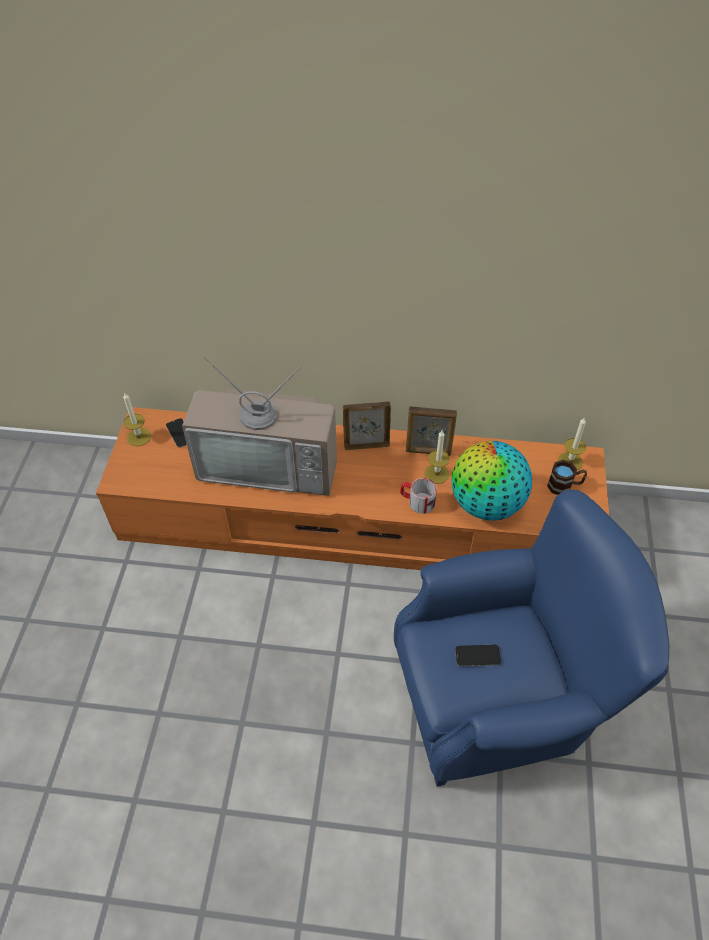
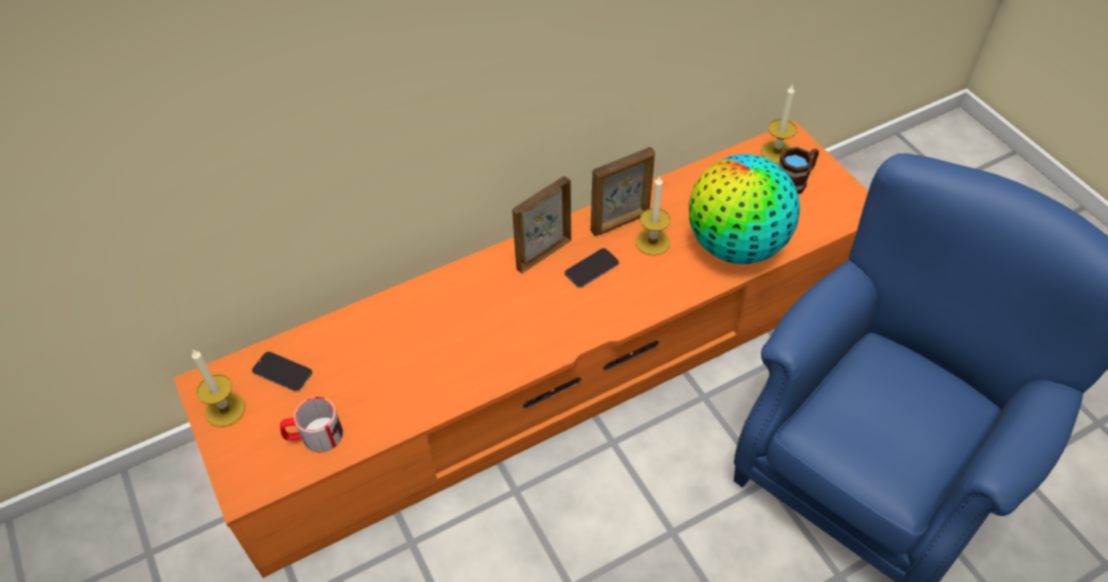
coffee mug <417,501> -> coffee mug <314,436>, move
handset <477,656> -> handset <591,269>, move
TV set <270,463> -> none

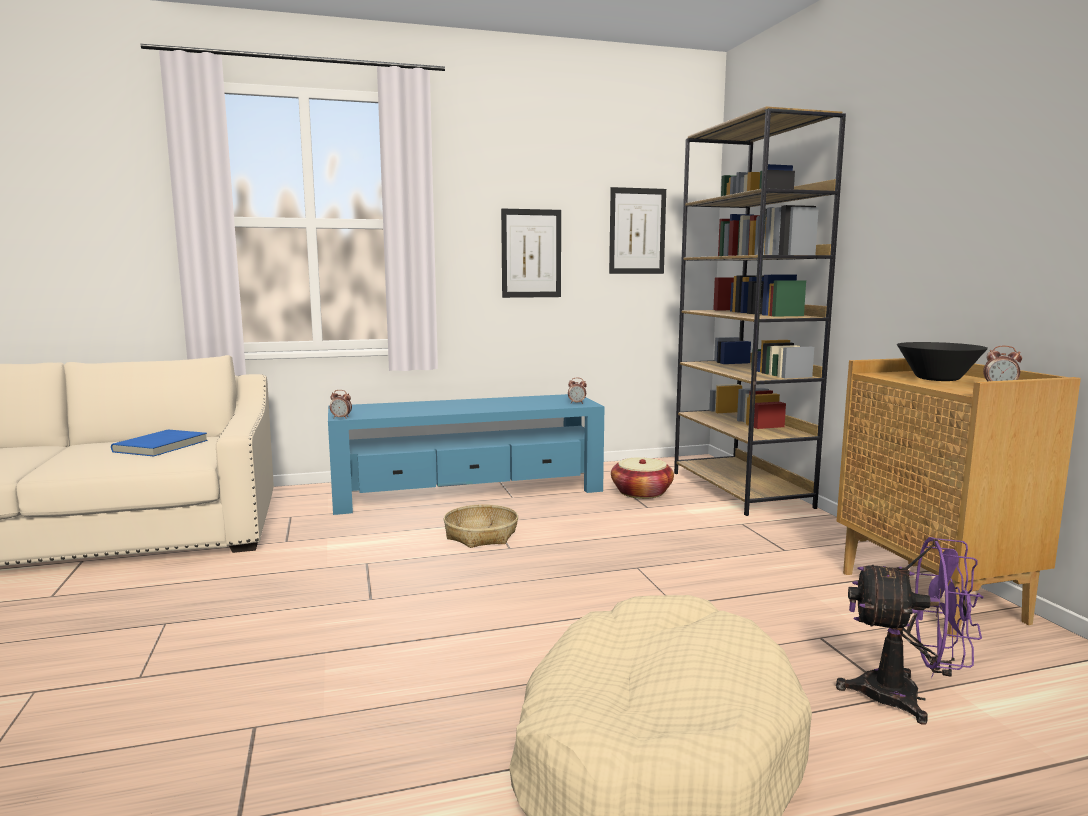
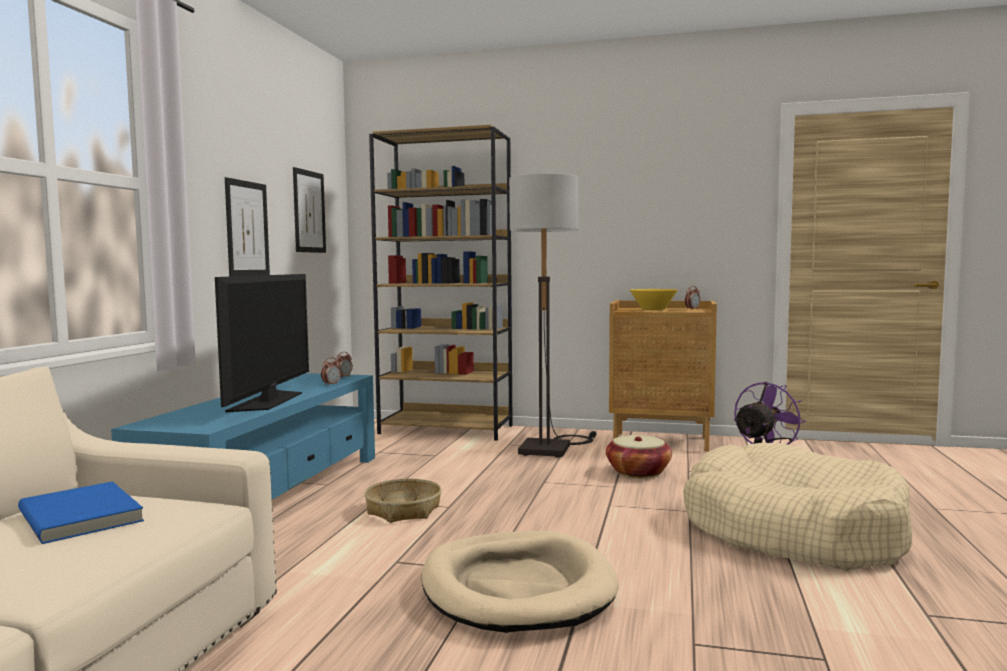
none -> TV set <268,401>
alarm clock <341,418> -> alarm clock <331,384>, move
none -> beige-coloured dog cushion <517,588>
none -> standing lamp <553,448>
basket <641,493> -> basket <638,472>, move
blackish bowl <937,379> -> yellowish bowl <653,309>

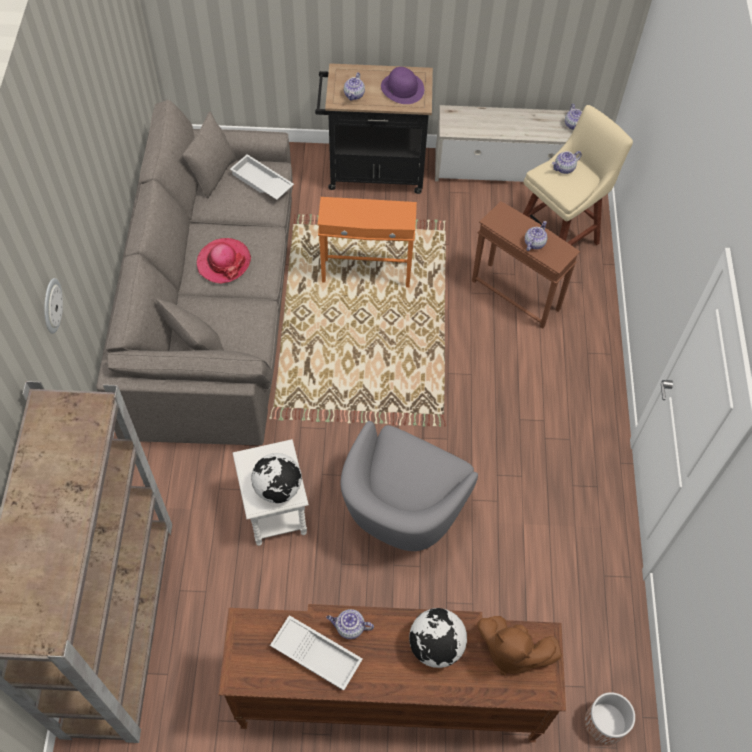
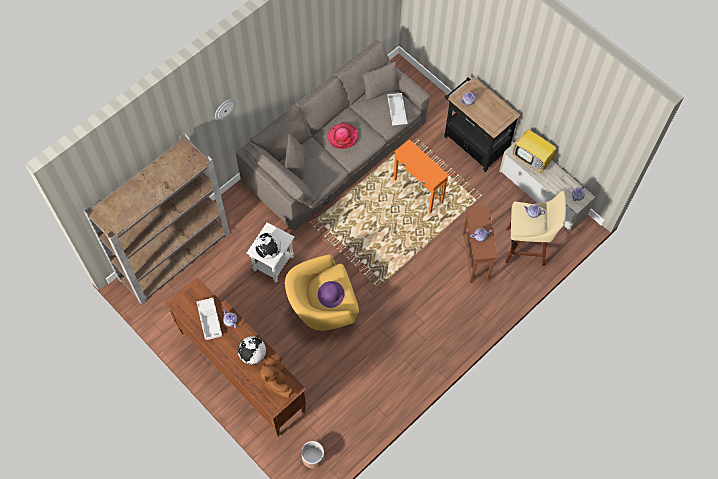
greyish easy chair <402,511> -> yellowish easy chair <323,307>
purple-coloured wearable hat <402,88> -> purple-coloured wearable hat <331,294>, move
none -> TV set <533,159>

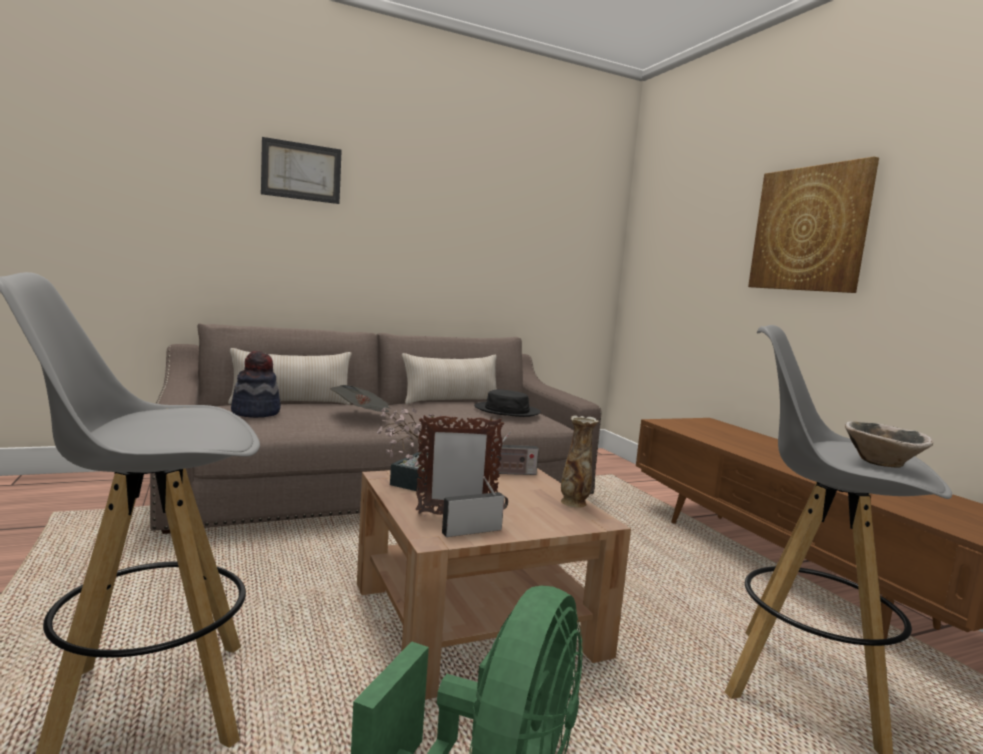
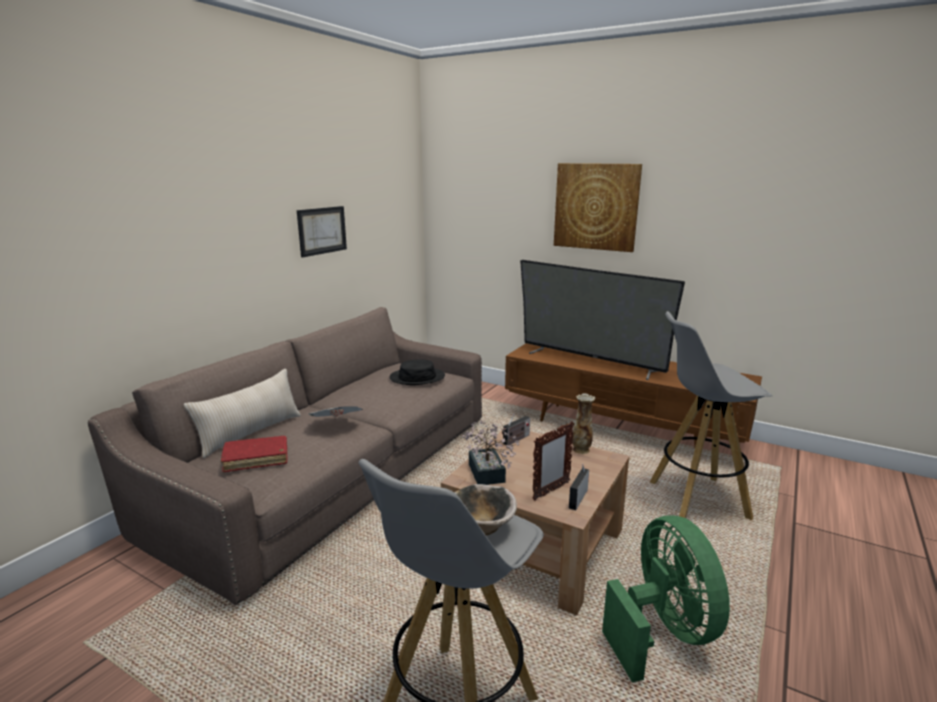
wearable hat <256,412> -> red-coloured bound book <256,459>
picture <301,171> -> picture <322,230>, move
bowl <881,463> -> bowl <483,526>, move
none -> TV set <590,361>
beige-coloured pillow <451,401> -> none

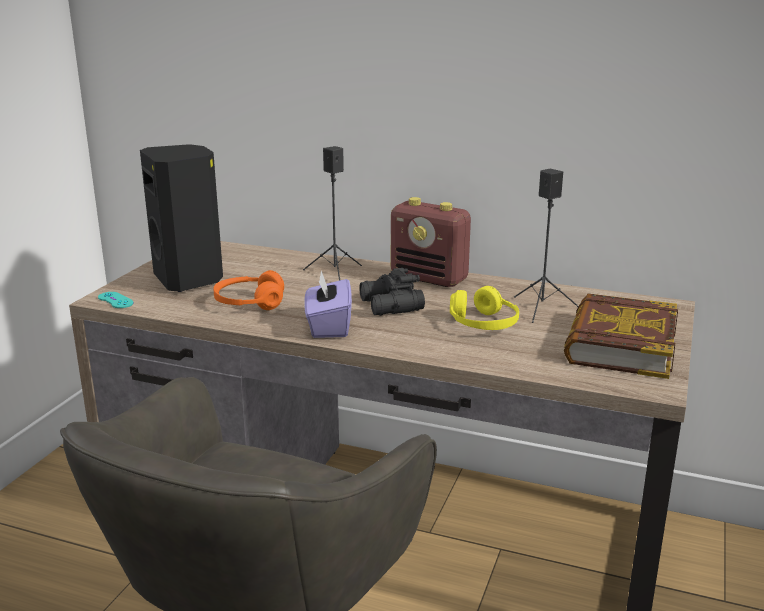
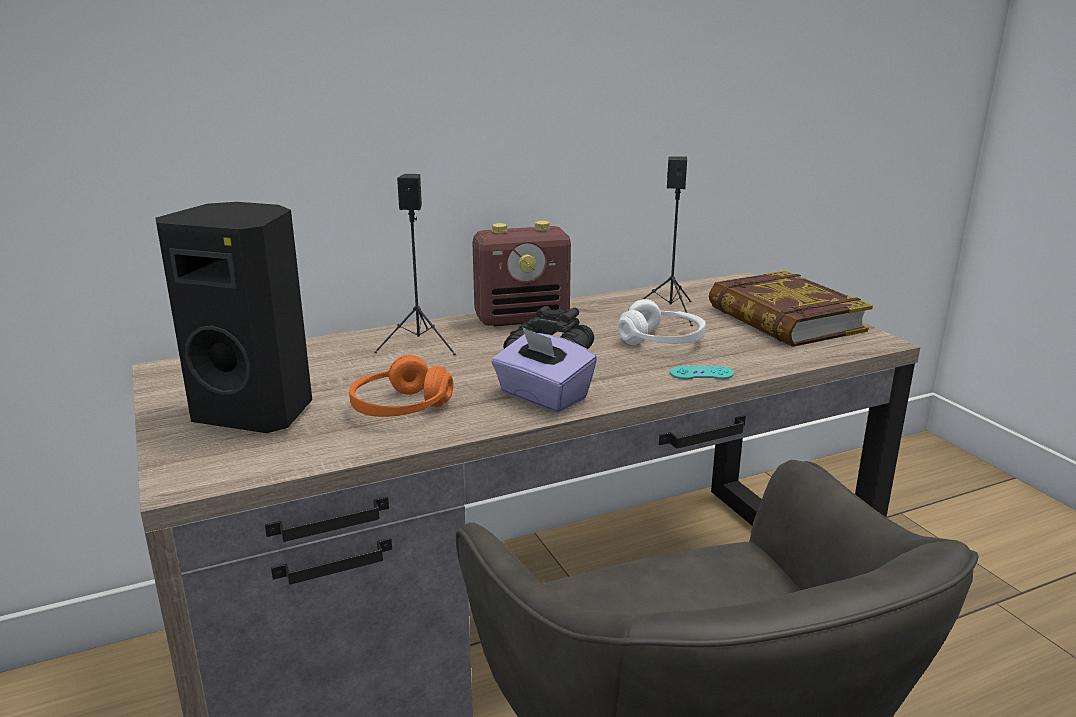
yellowish pair of headphones <483,324> -> whitish pair of headphones <661,341>
blue-green game controller <115,300> -> blue-green game controller <701,373>, move

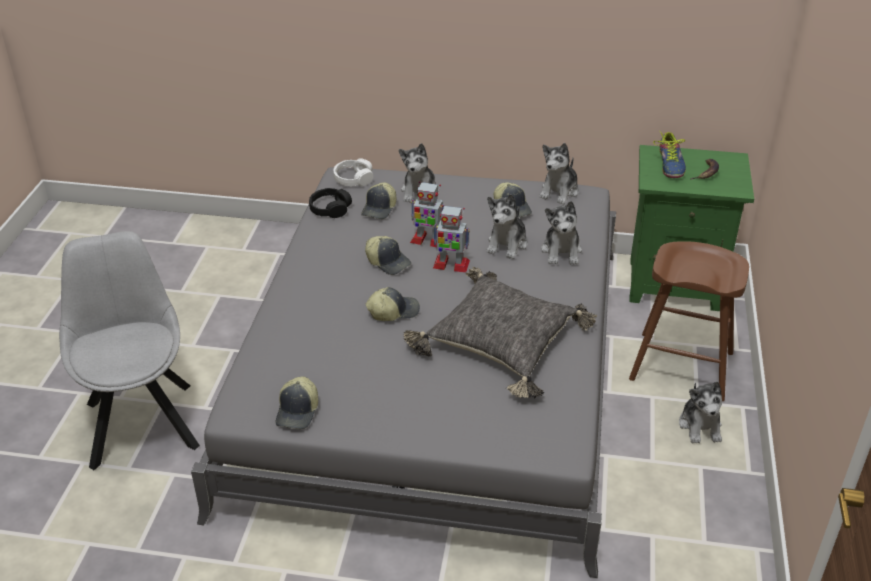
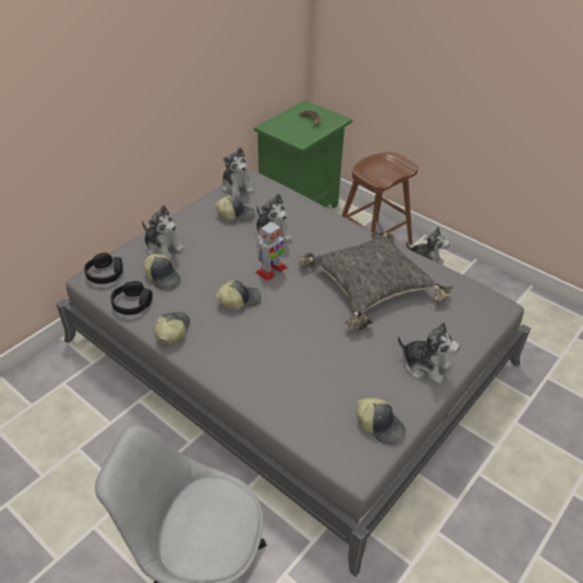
whitish pair of headphones <353,179> -> blackish pair of headphones <105,274>
cap <393,311> -> cap <172,331>, move
soft toy <561,251> -> soft toy <424,365>, move
model robot <428,240> -> none
item of footwear <670,164> -> none

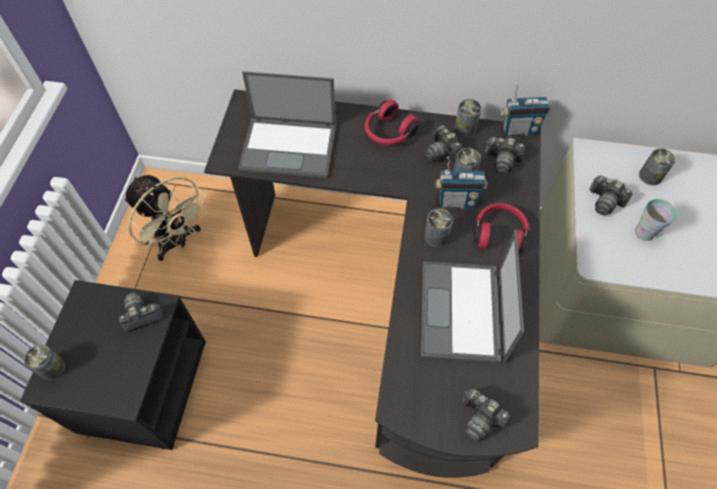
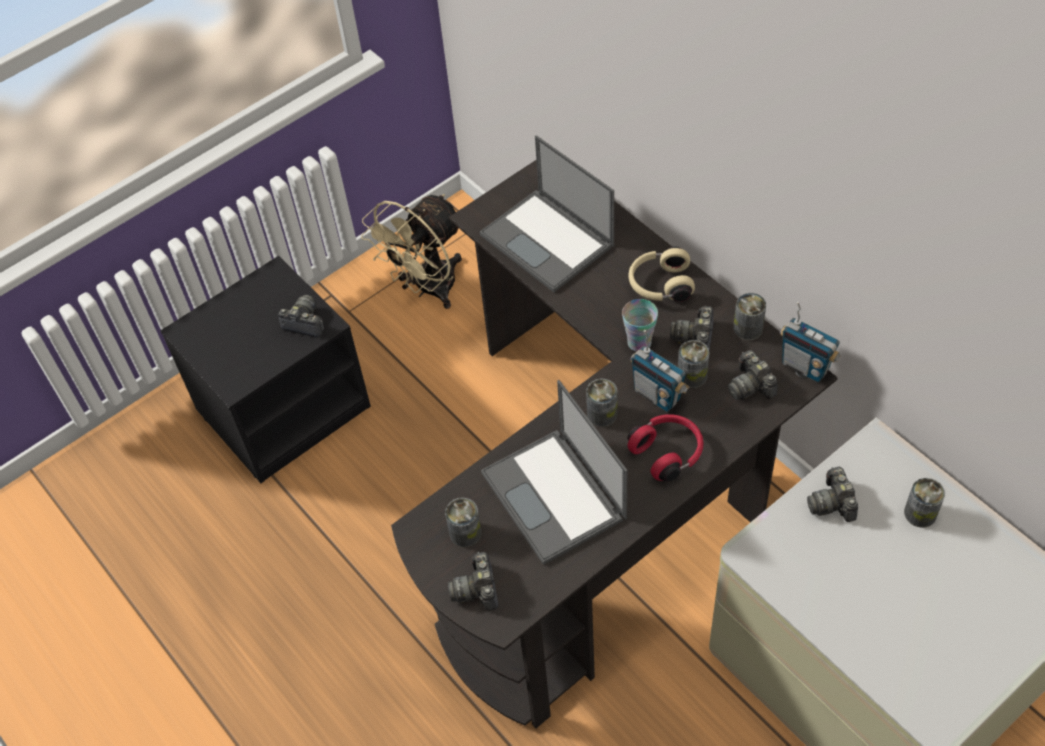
beige-coloured cooling fan <177,241> -> beige-coloured cooling fan <427,289>, 45 degrees clockwise
sealed can <52,368> -> sealed can <465,533>, move
laptop <463,312> -> laptop <555,496>, 75 degrees counterclockwise
drinking cup <644,233> -> drinking cup <639,342>, move
red-coloured pair of headphones <388,133> -> beige-coloured pair of headphones <660,284>

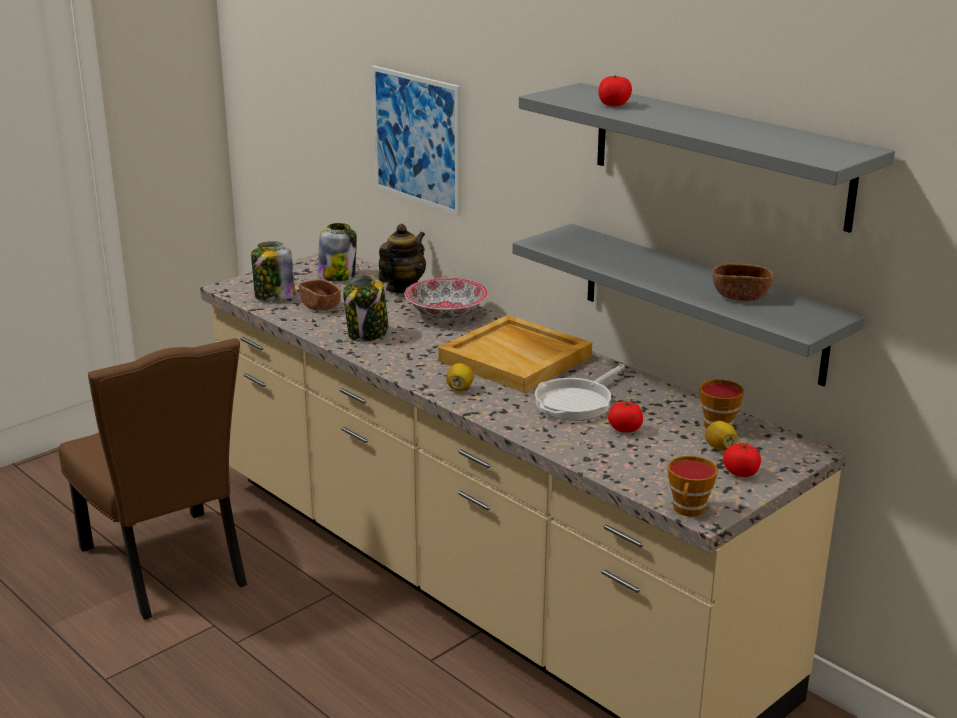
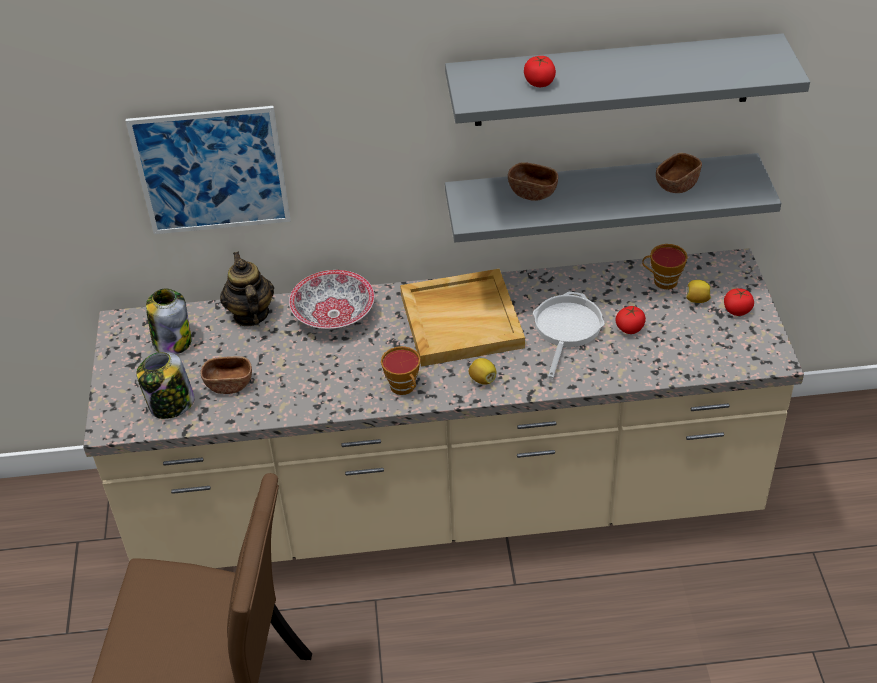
drinking cup <688,510> -> drinking cup <404,387>, move
none -> brown bowl <532,192>
skillet <576,402> -> skillet <566,329>, 150 degrees counterclockwise
storage jar <367,334> -> none

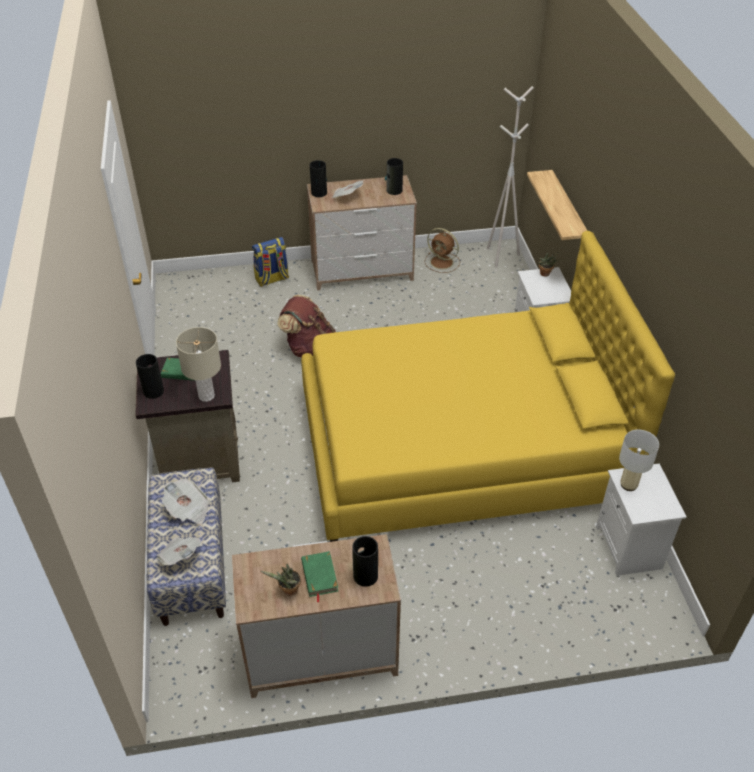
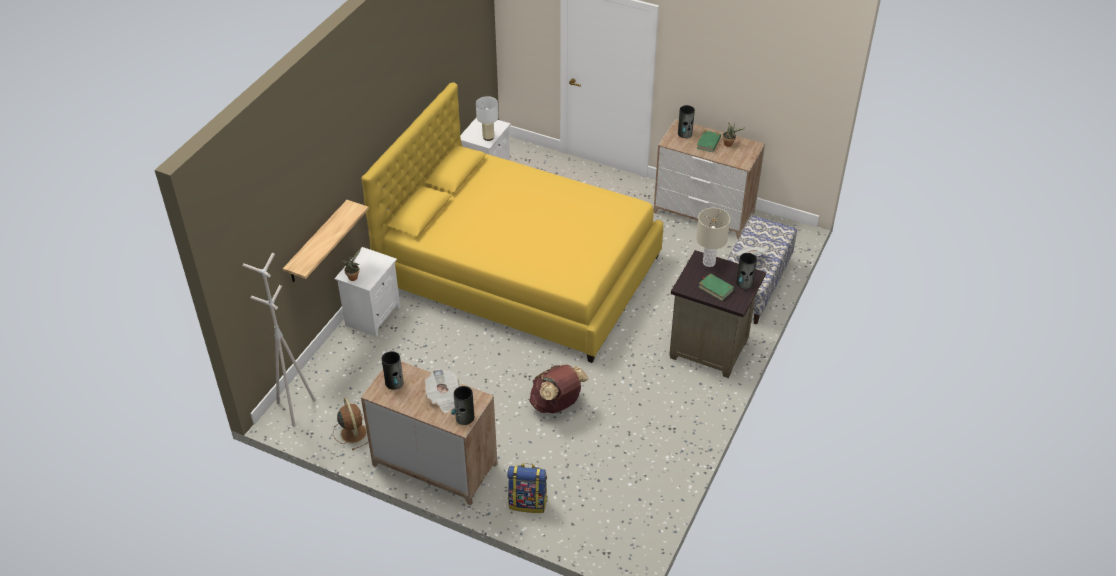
newspaper <180,556> -> none

